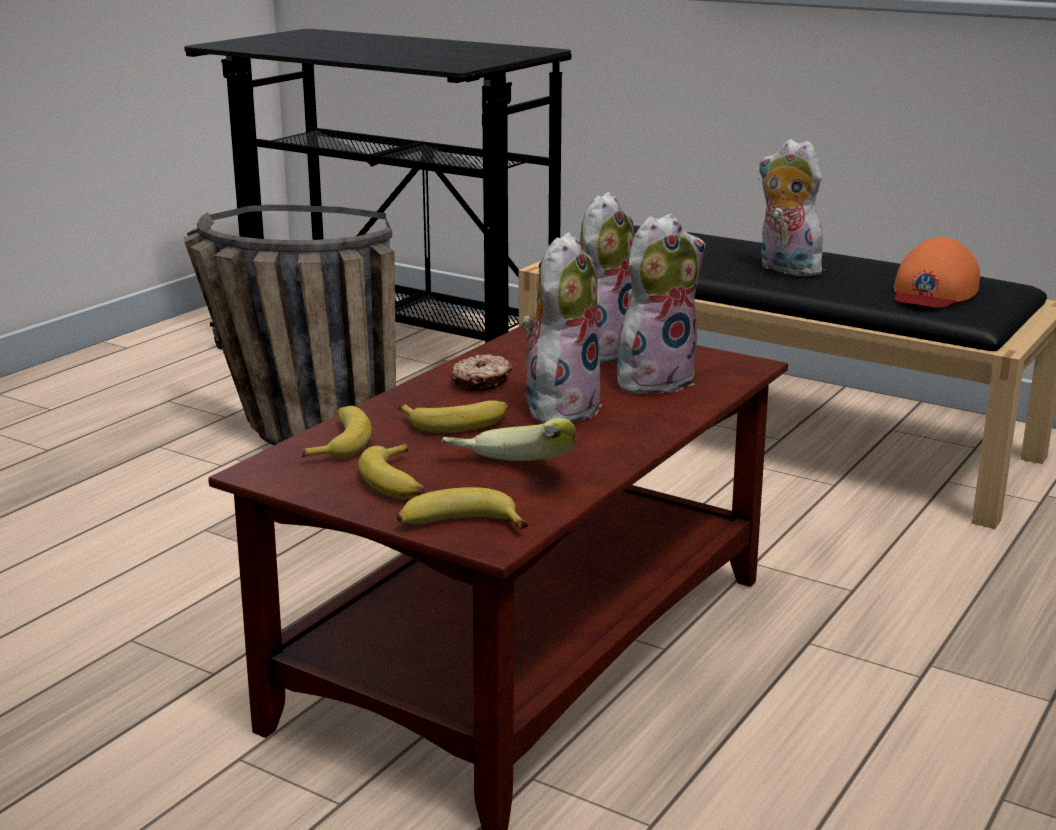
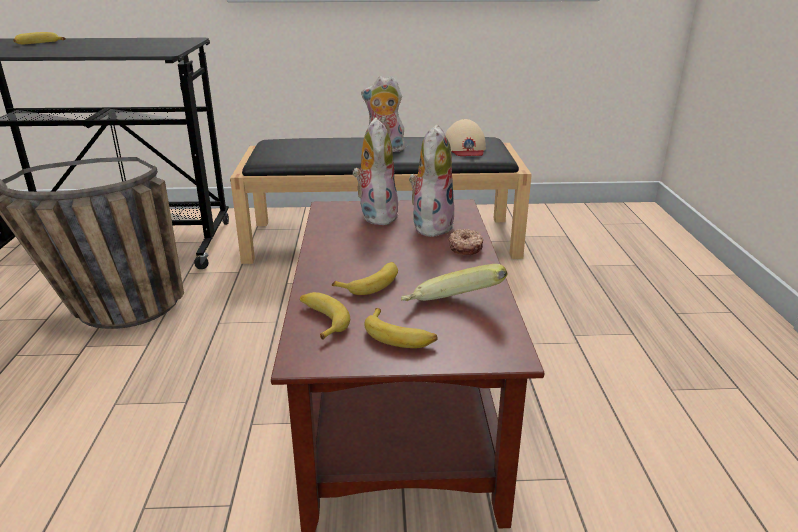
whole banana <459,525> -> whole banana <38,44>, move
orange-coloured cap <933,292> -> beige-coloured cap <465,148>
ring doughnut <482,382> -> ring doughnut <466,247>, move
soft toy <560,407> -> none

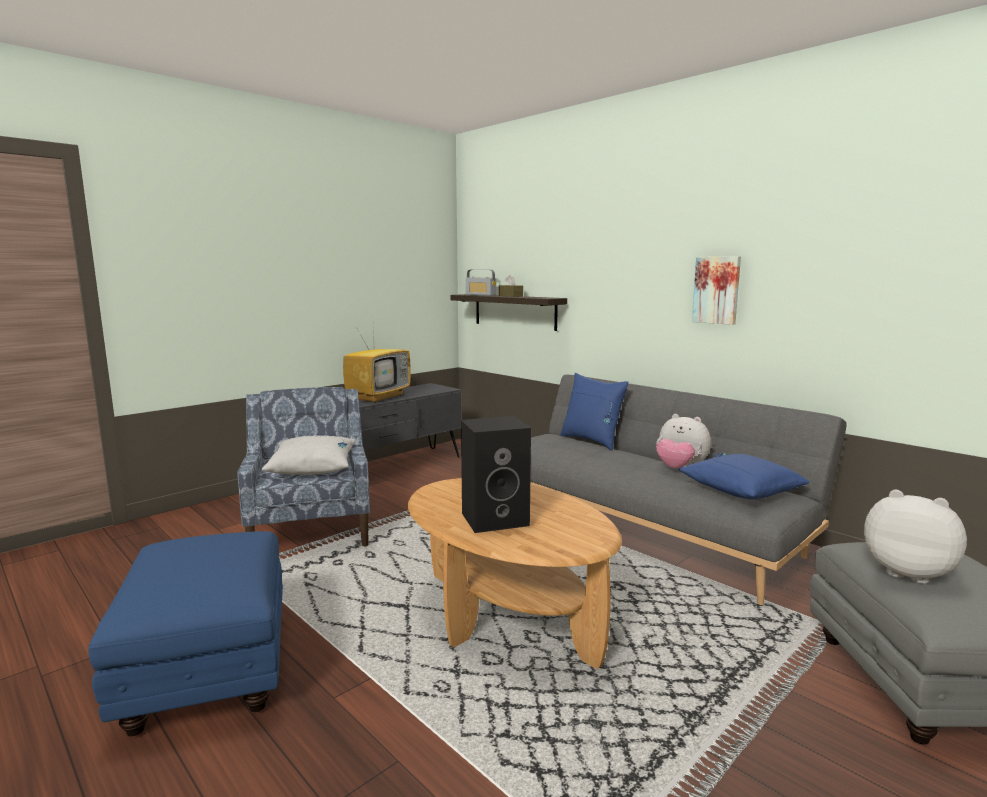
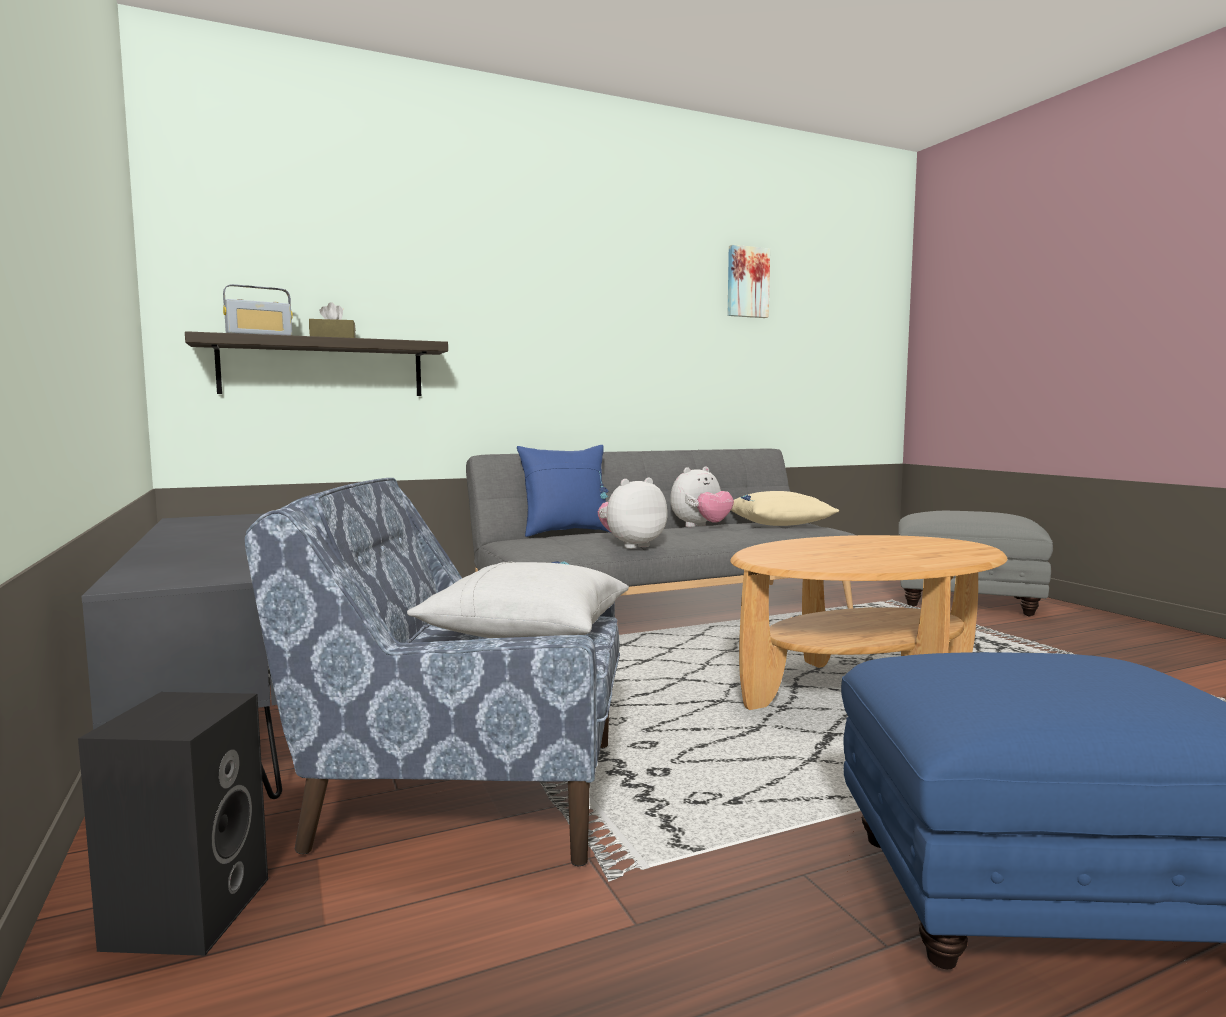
blackish audio speaker <496,518> -> blackish audio speaker <187,910>, move
soft toy <907,572> -> soft toy <631,545>, move
picture <717,290> -> picture <747,282>, move
blue pillow <741,492> -> beige-coloured pillow <779,525>
TV set <379,397> -> none

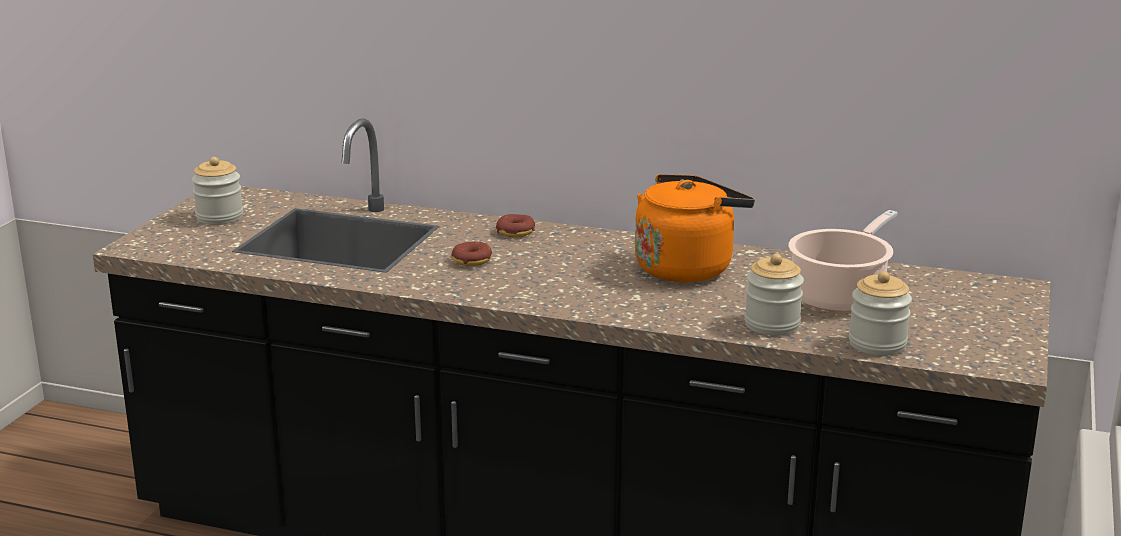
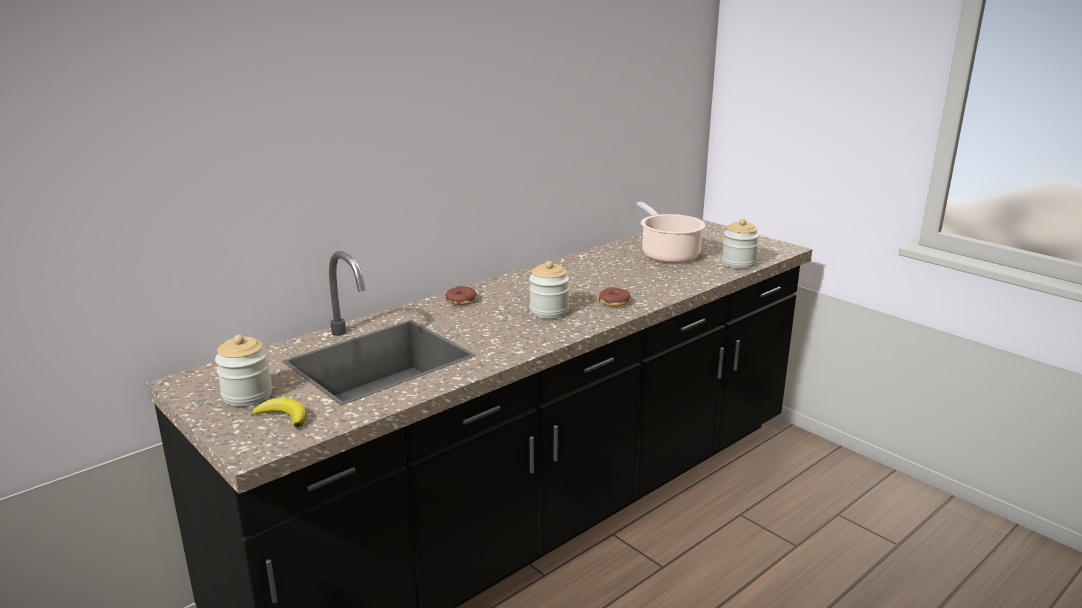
none -> whole banana <283,416>
storage jar <772,324> -> storage jar <549,311>, move
ring doughnut <472,260> -> ring doughnut <614,302>, move
orange-coloured water kettle <687,267> -> none

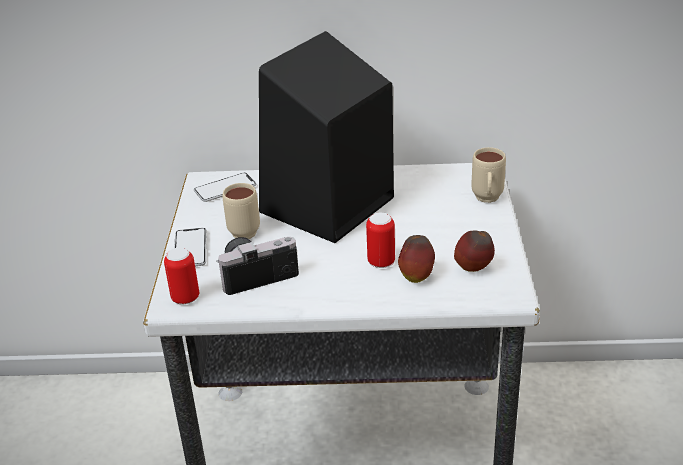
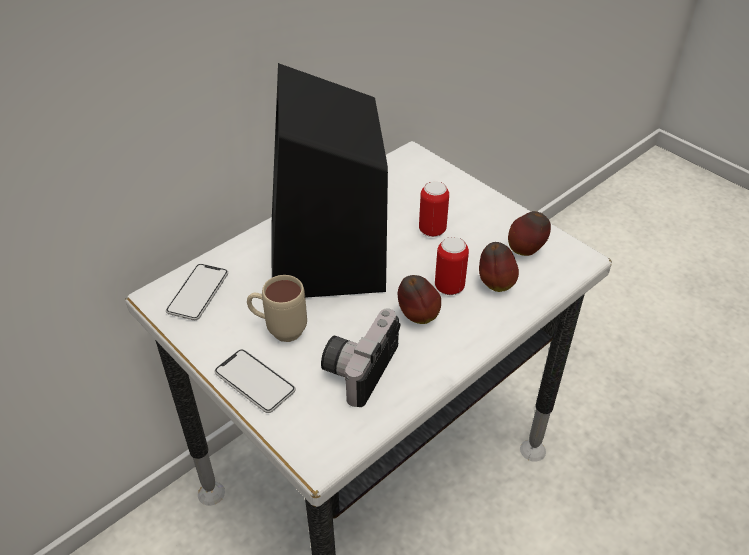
none -> apple fruit <417,317>
sealed can <185,298> -> sealed can <432,230>, move
beige-coloured coffee mug <487,200> -> none

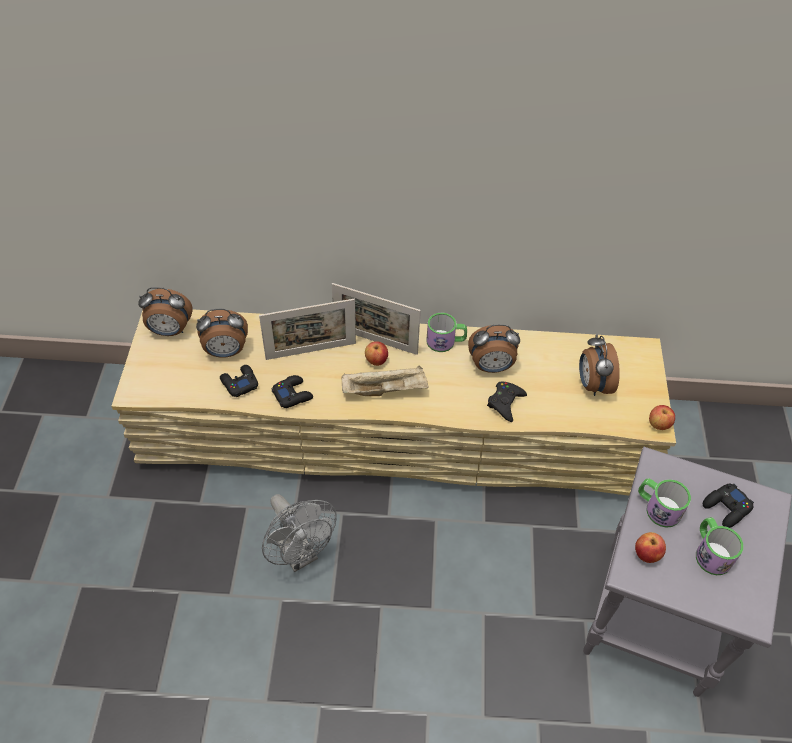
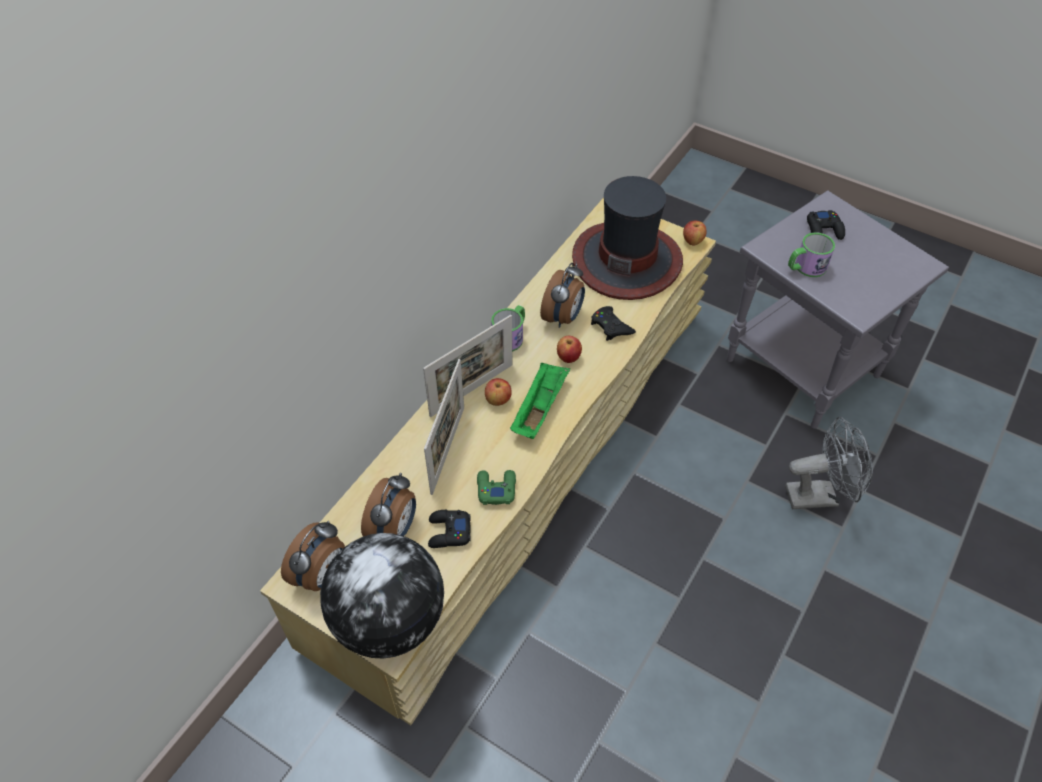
none -> world globe <389,621>
blackish game controller <292,394> -> green game controller <496,489>
beige-coloured carrying tray <385,390> -> green carrying tray <539,408>
apple fruit <647,554> -> apple fruit <568,357>, move
alarm clock <592,384> -> wearable hat <627,260>
greyish cooling fan <300,554> -> greyish cooling fan <819,495>, move
coffee mug <710,552> -> none

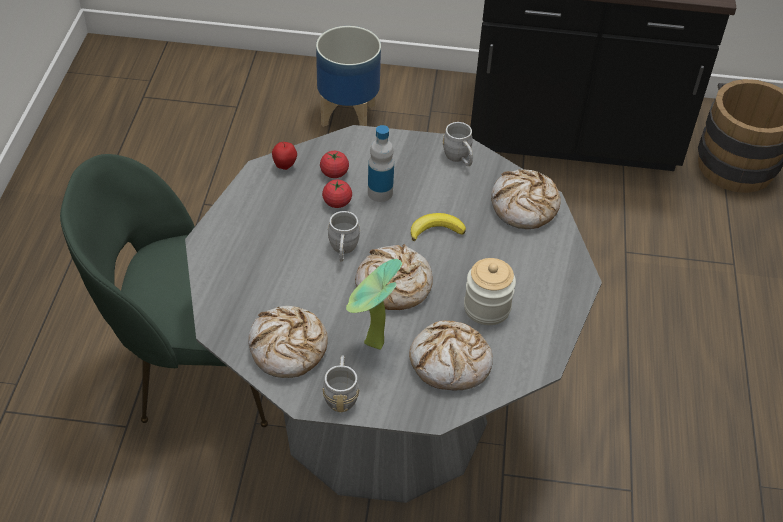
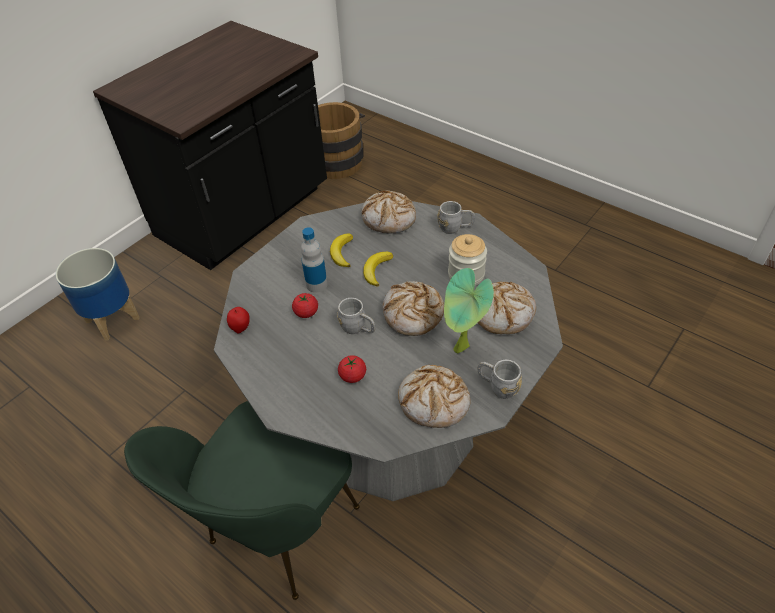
none -> whole banana <342,253>
fresh tomato <334,173> -> fresh tomato <352,376>, move
greyish coffee mug <459,158> -> greyish coffee mug <455,228>, move

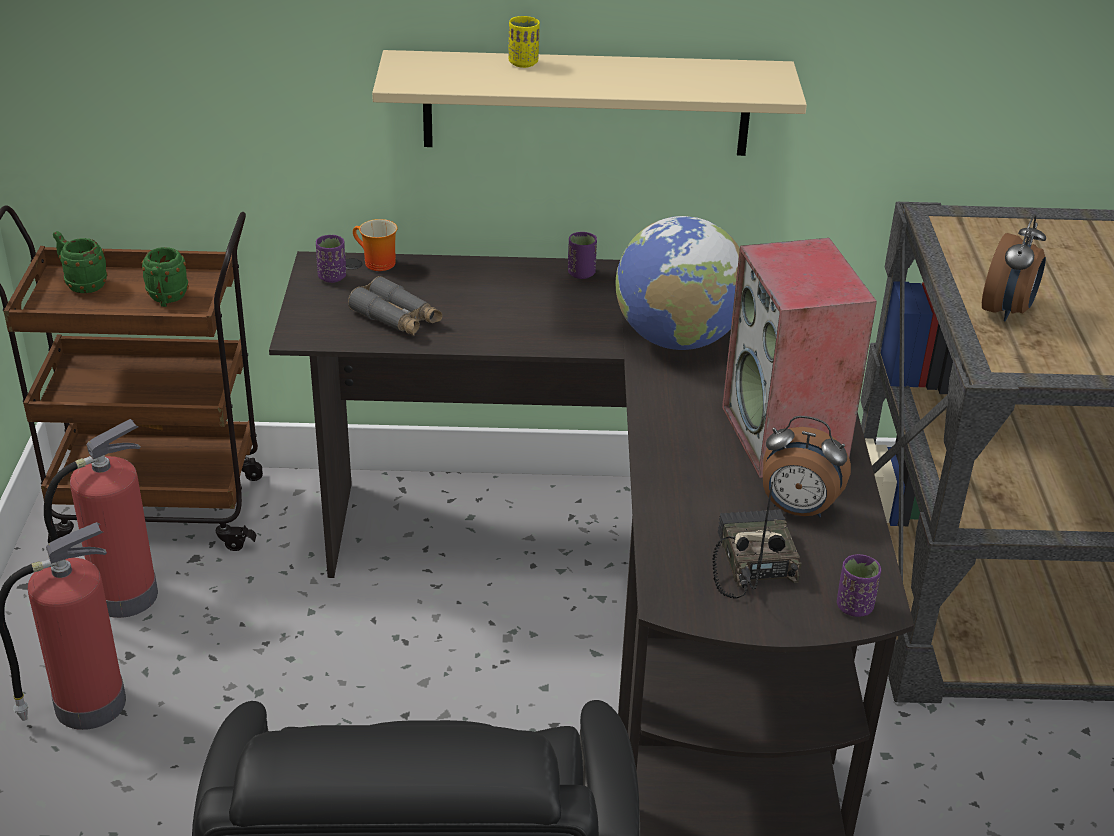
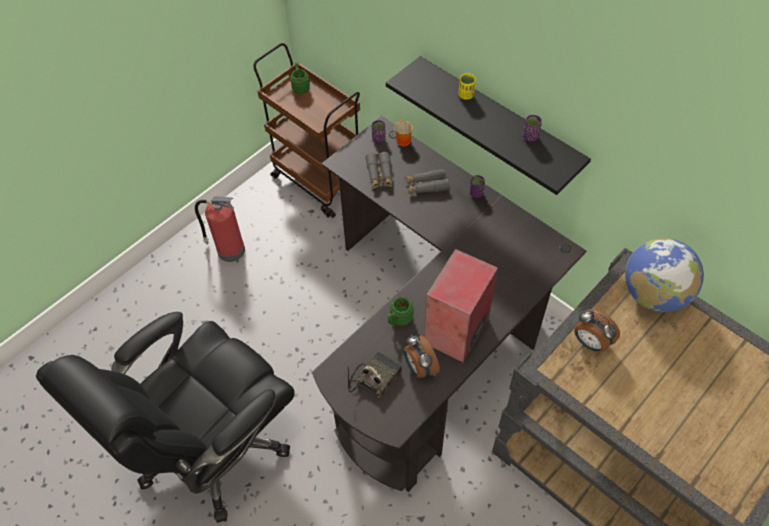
beige-coloured shelf <586,103> -> blackish shelf <498,123>
green coffee mug <166,299> -> green coffee mug <399,320>, move
none -> greyish field glasses <426,186>
purple-coloured drinking cup <854,607> -> purple-coloured drinking cup <530,136>, move
alarm clock <1007,311> -> alarm clock <590,342>, 60 degrees clockwise
world globe <677,339> -> world globe <653,294>, move
fire-fighting cylinder <121,597> -> none

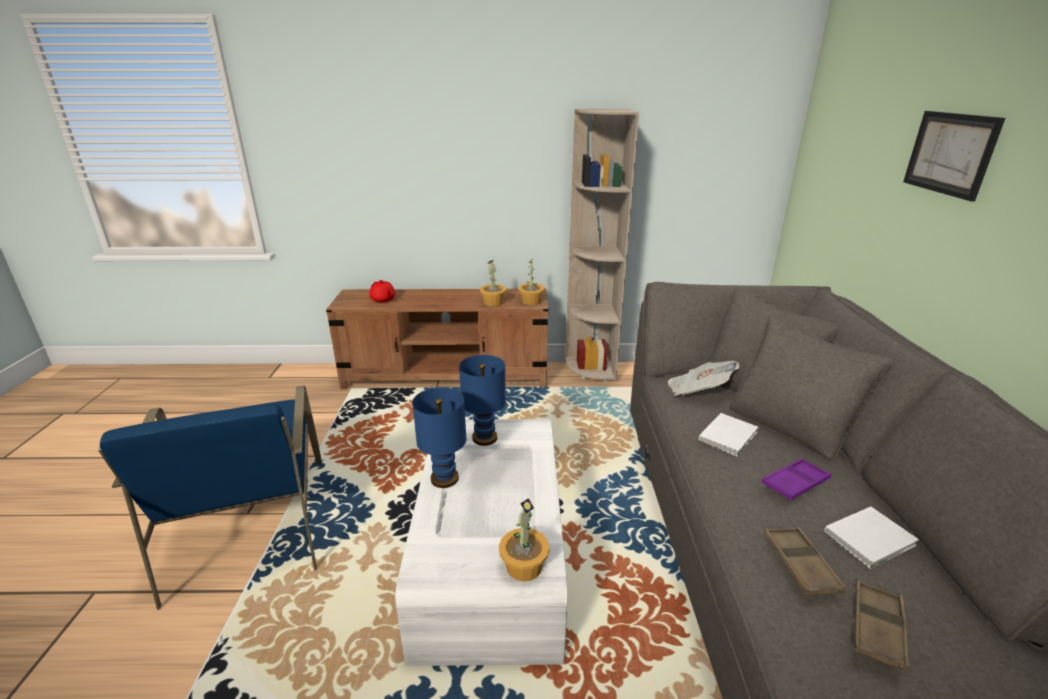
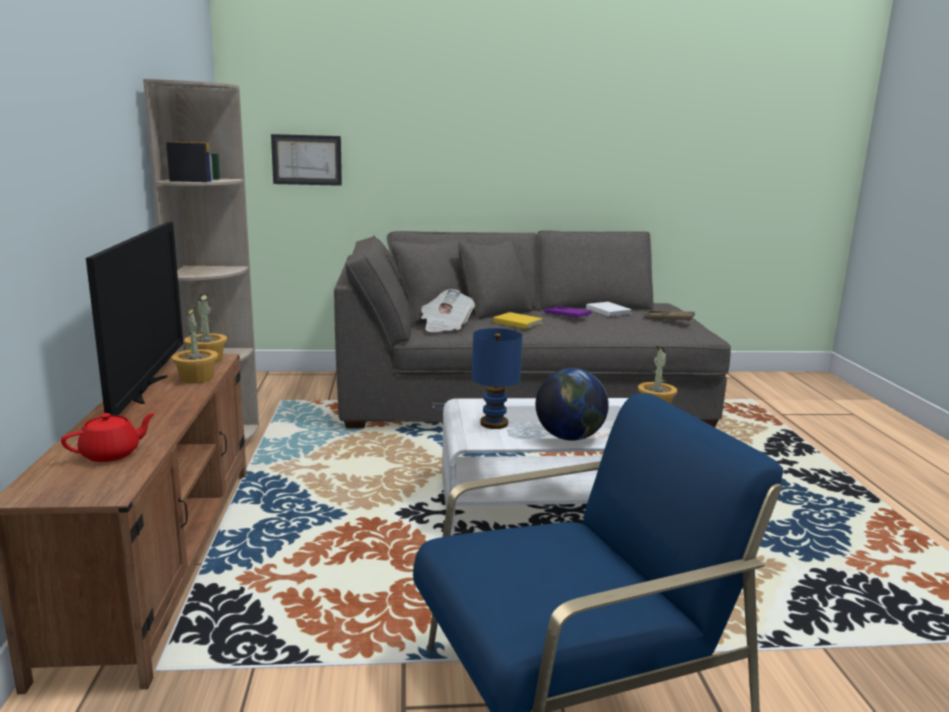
none -> TV set <146,389>
picture <950,153> -> picture <307,160>, move
whitish bound book <729,436> -> yellowish bound book <517,322>
blue tabletop lamp <445,479> -> world globe <569,437>
brown carrying tray <800,564> -> none

